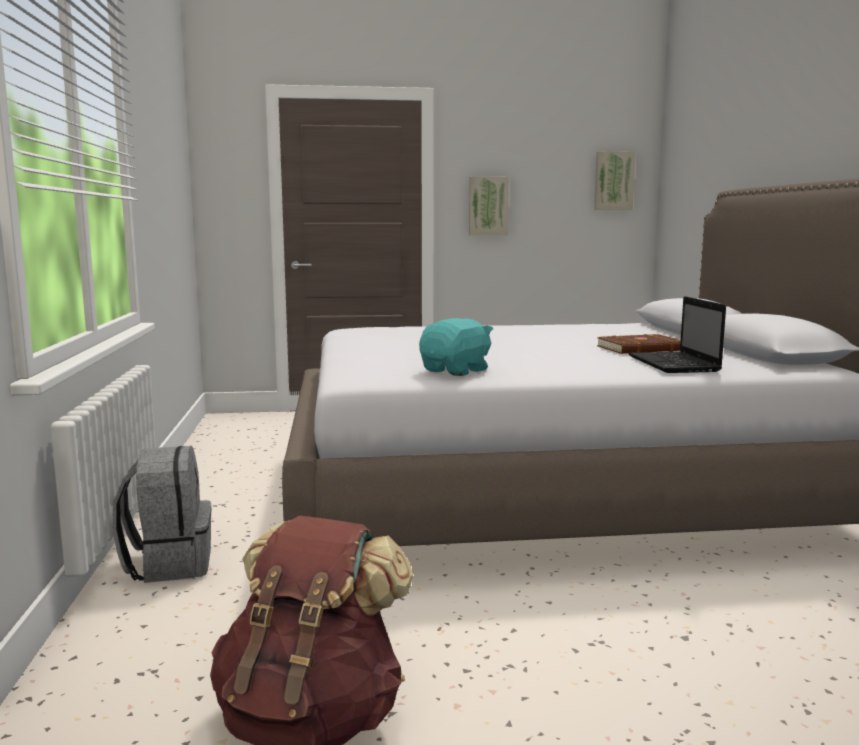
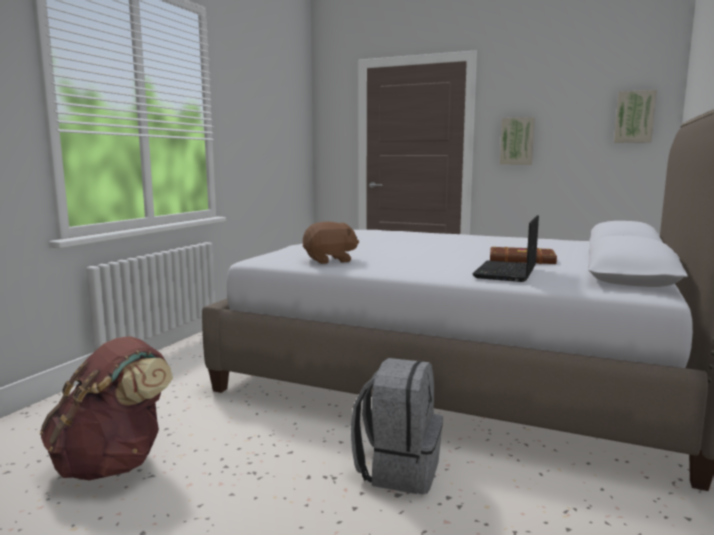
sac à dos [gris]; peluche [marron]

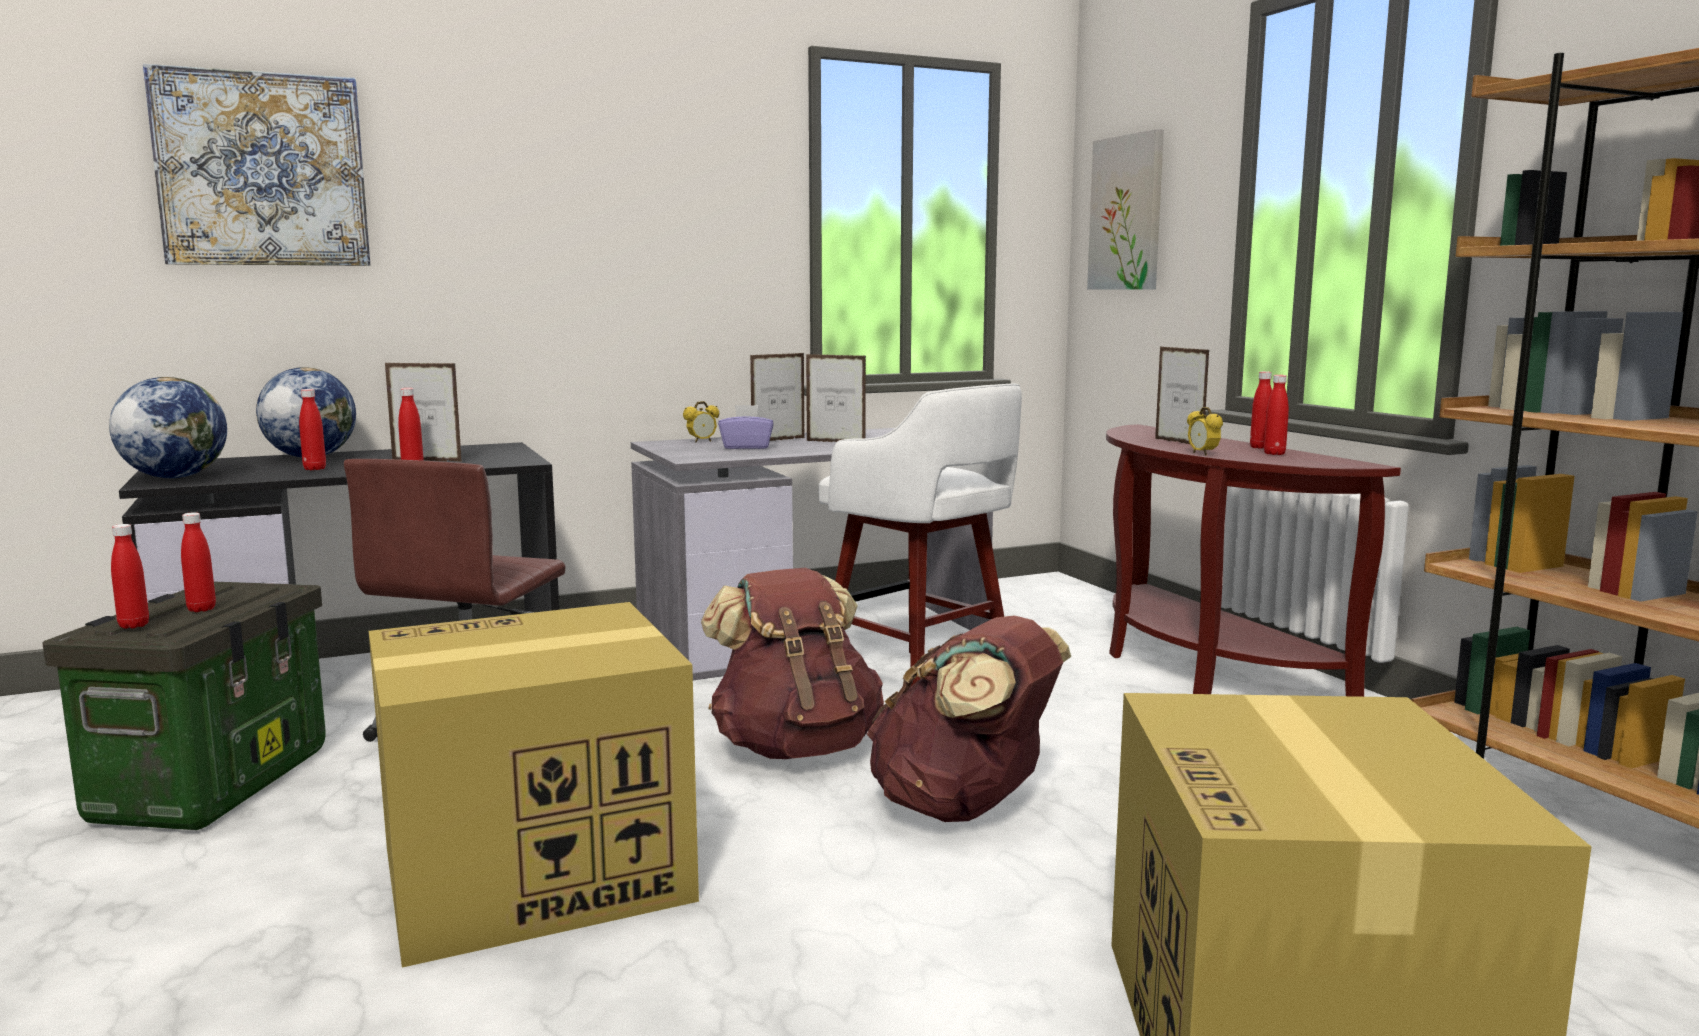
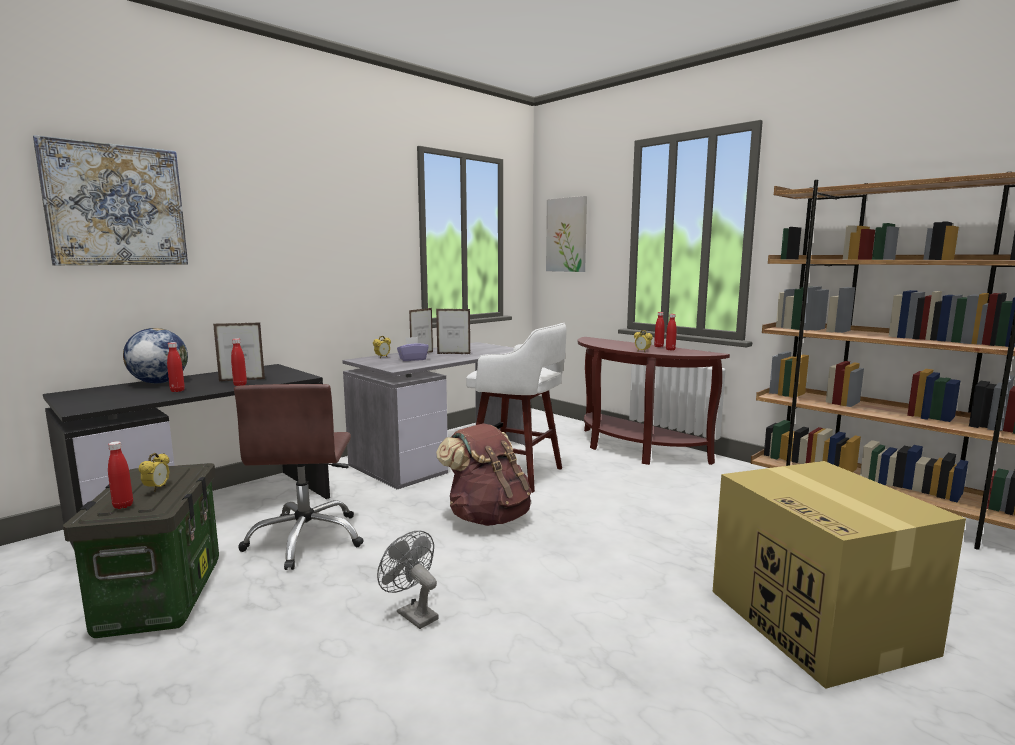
globe (1st from left in the first image); réveil (1st from left); ventilateur [gris]; sac à dos [marron] (2nd from left in the first image); cadre photo (4th from left in the first image)

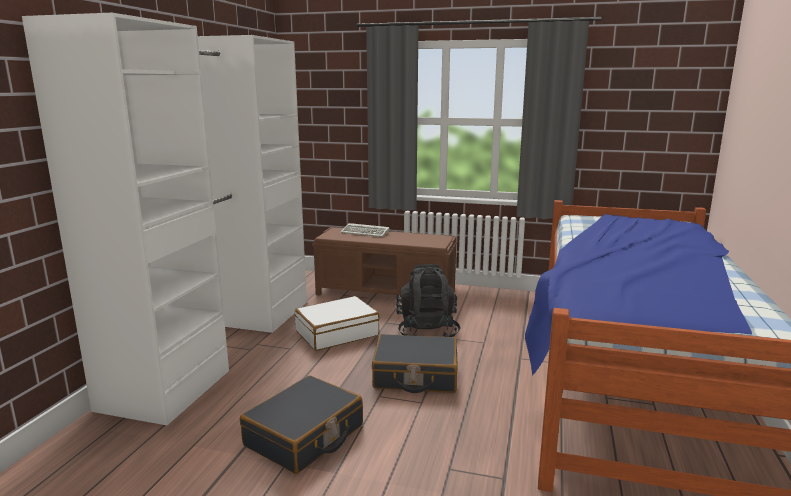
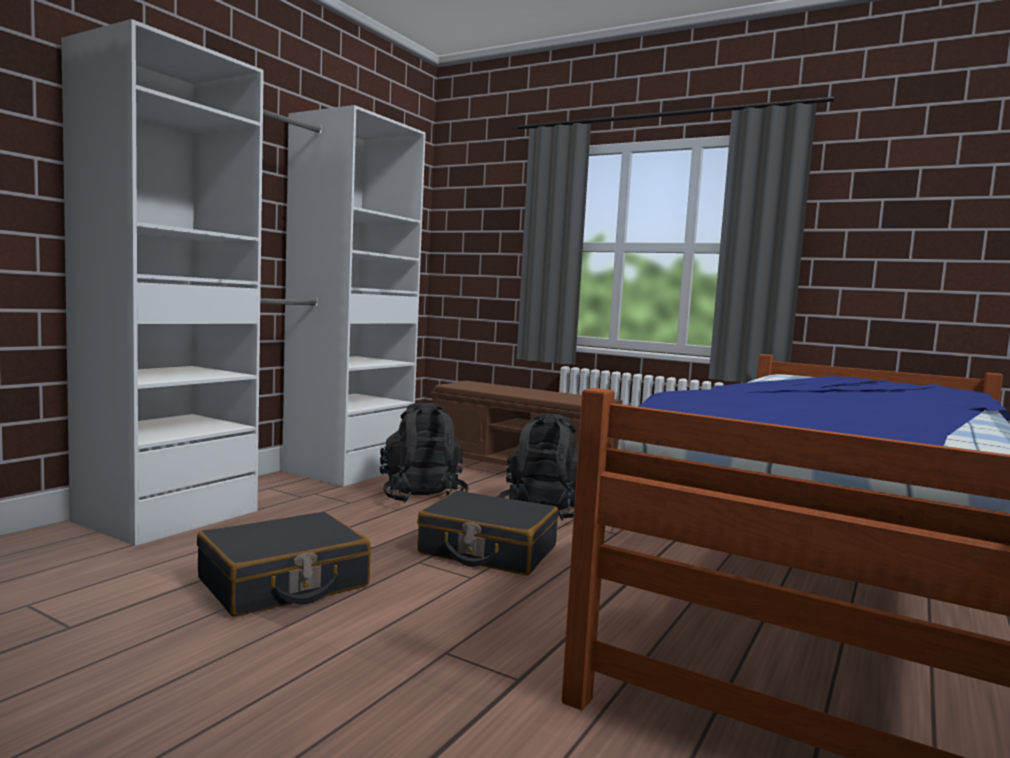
sac à dos [noir] (1st from left); clavier

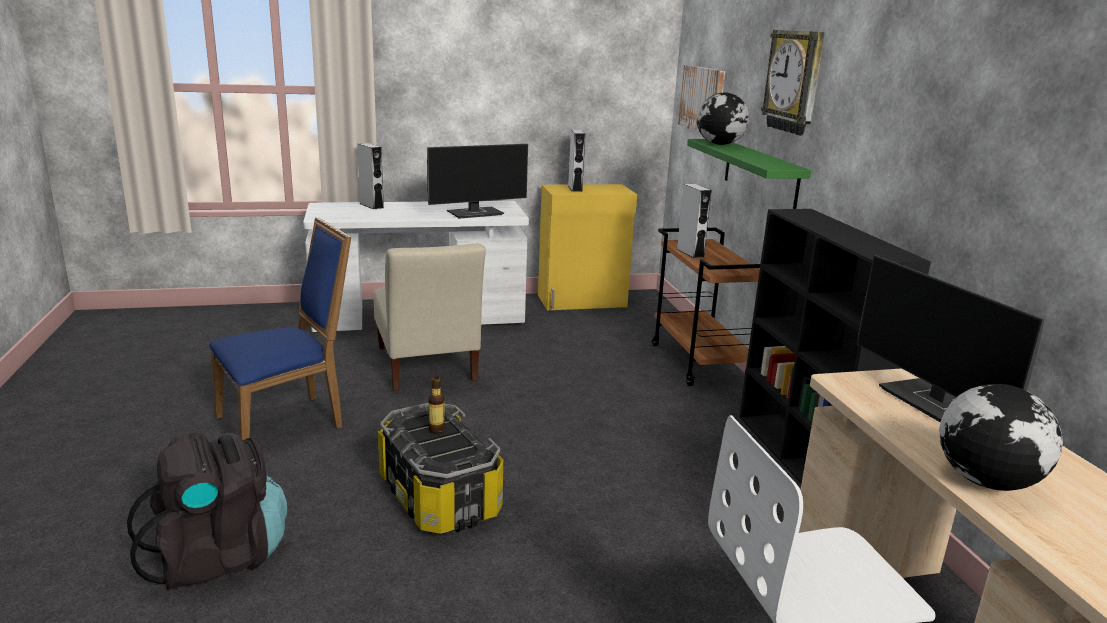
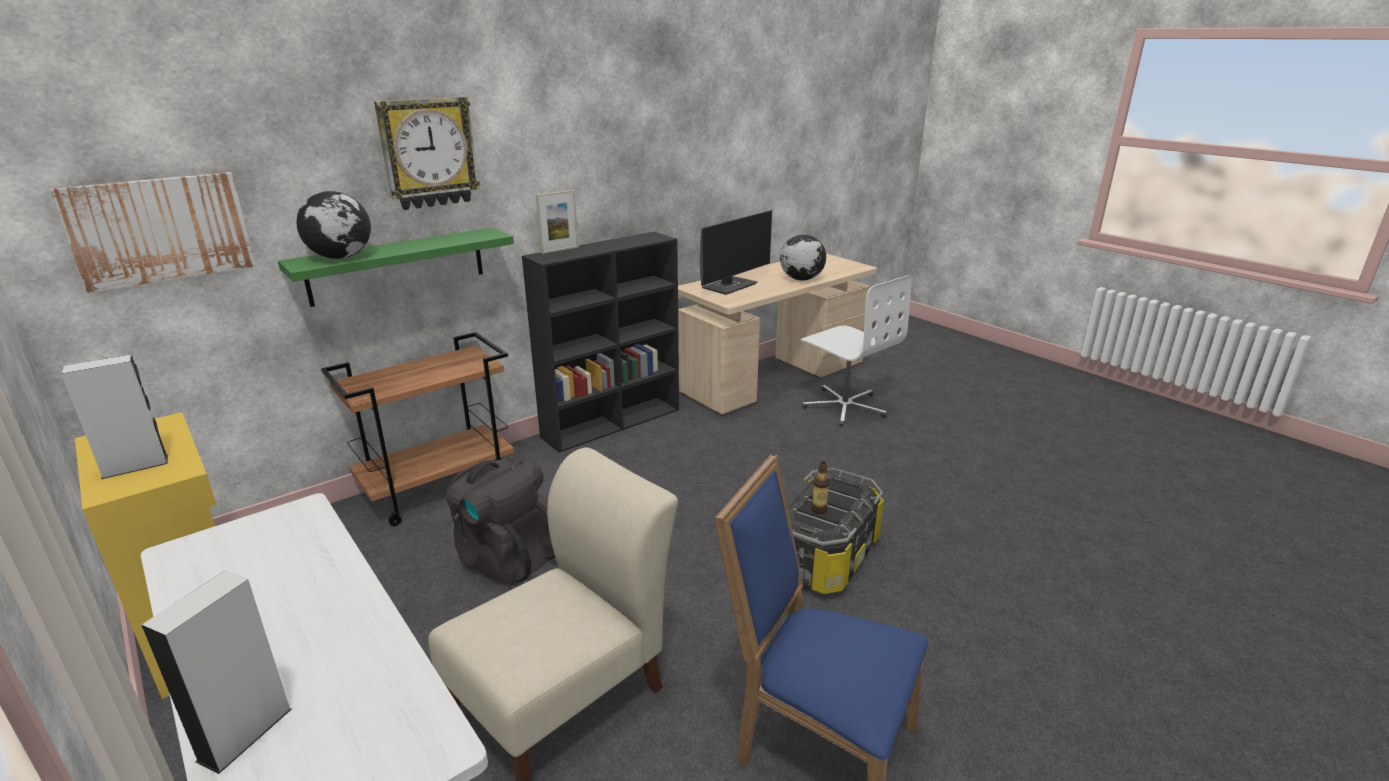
sac à dos [noir]; écran d'ordinateur (1st from left in the first image); enceinte [gris] (3rd from left in the first image); cadre photo

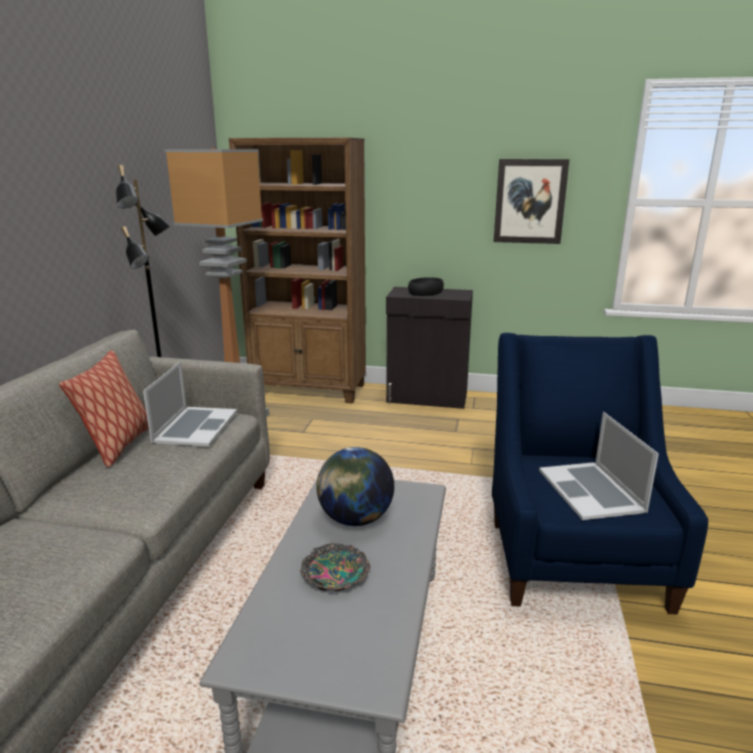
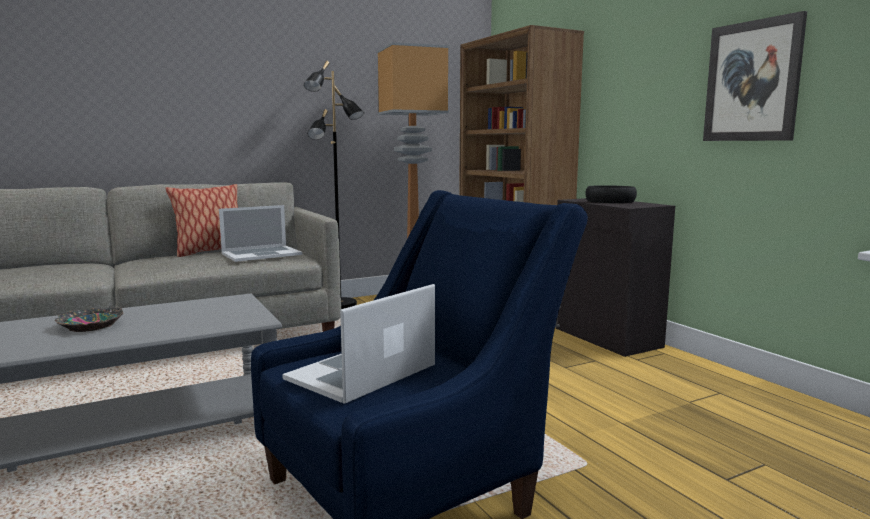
globe

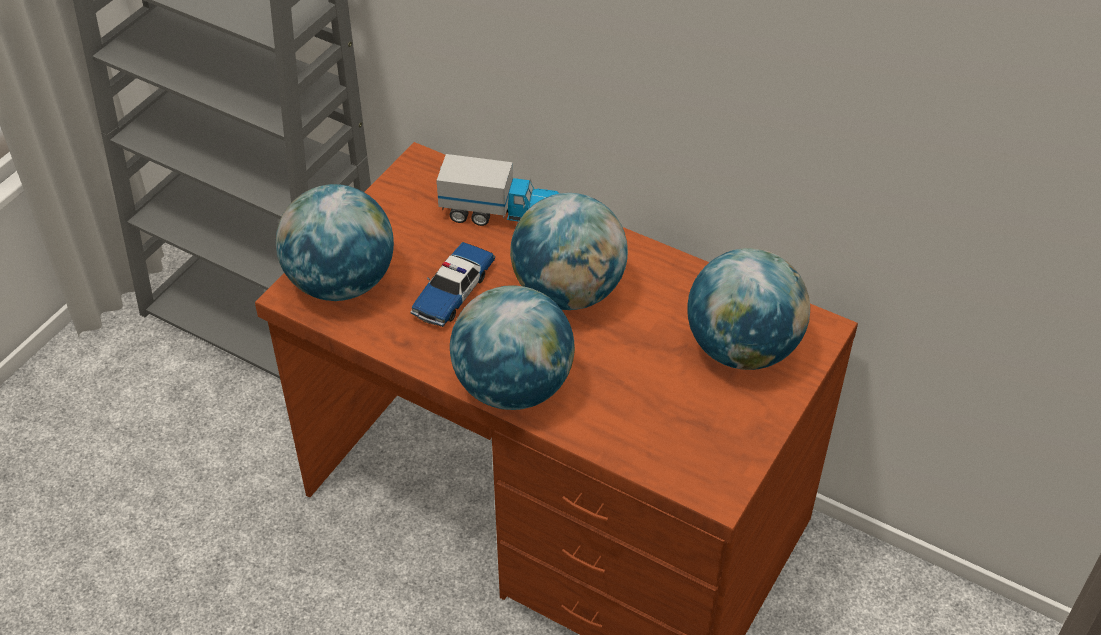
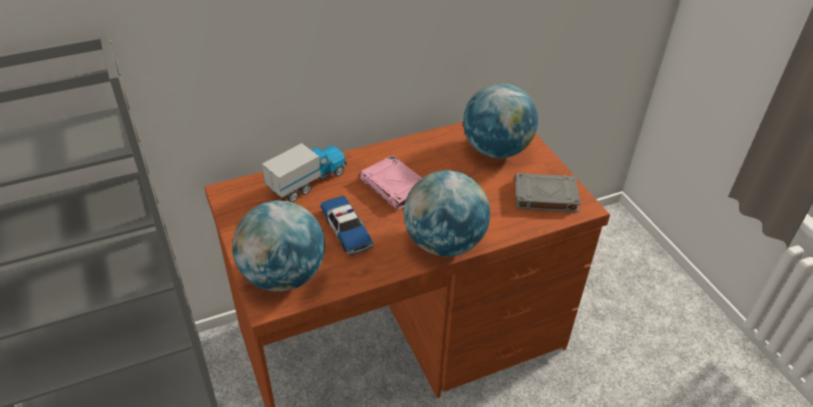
livre [rose]; livre [gris]

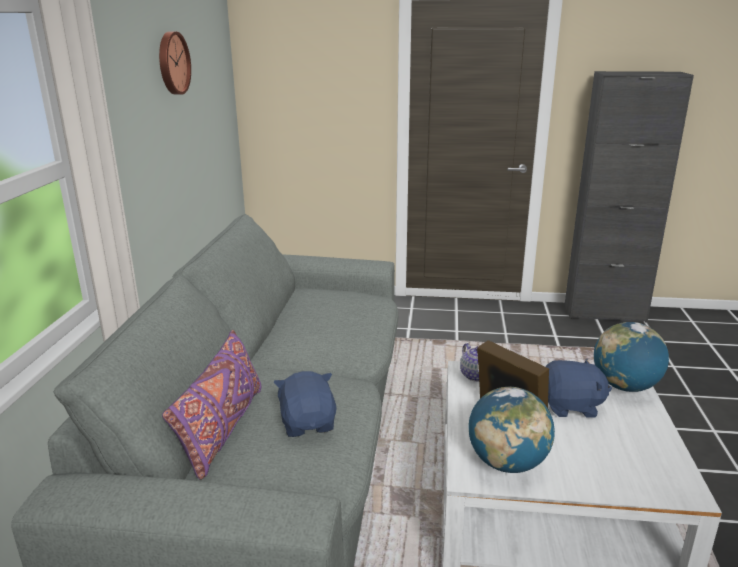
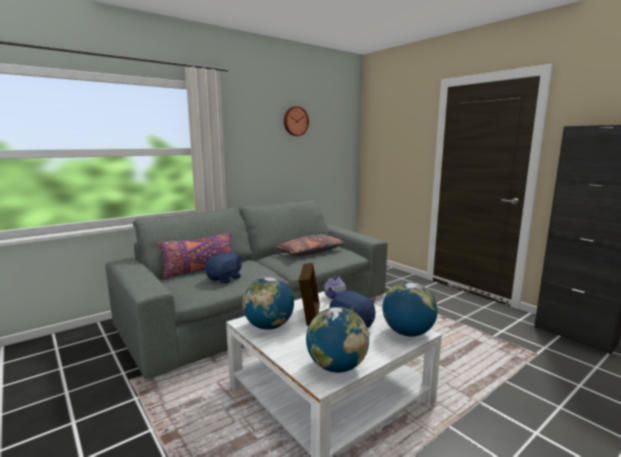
coussin [gris]; globe (2nd from left)

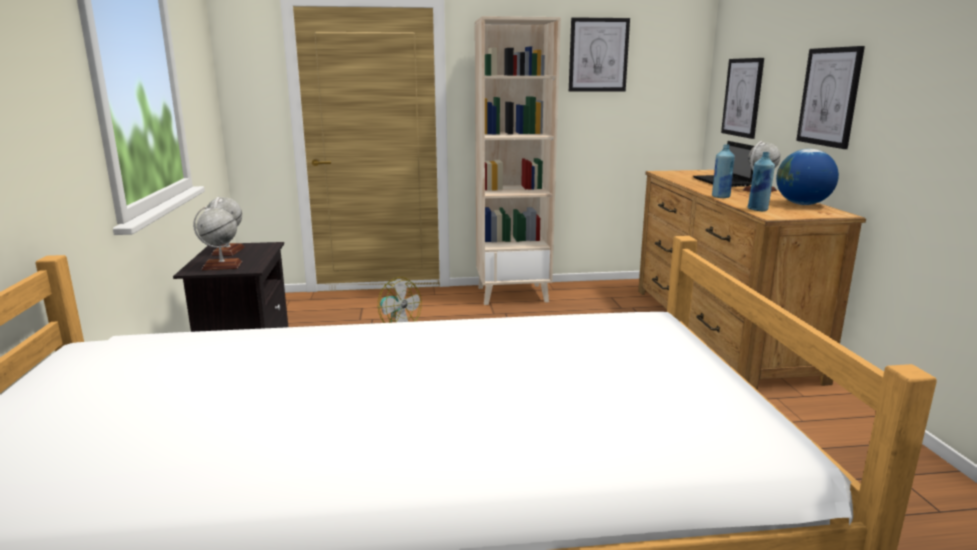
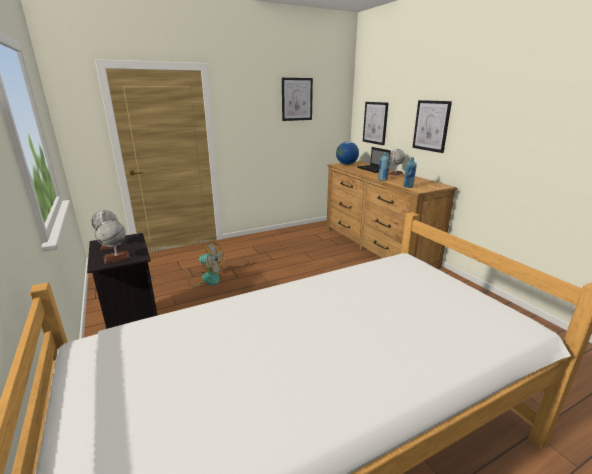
bibliothèque [beige]; globe (3rd from left)

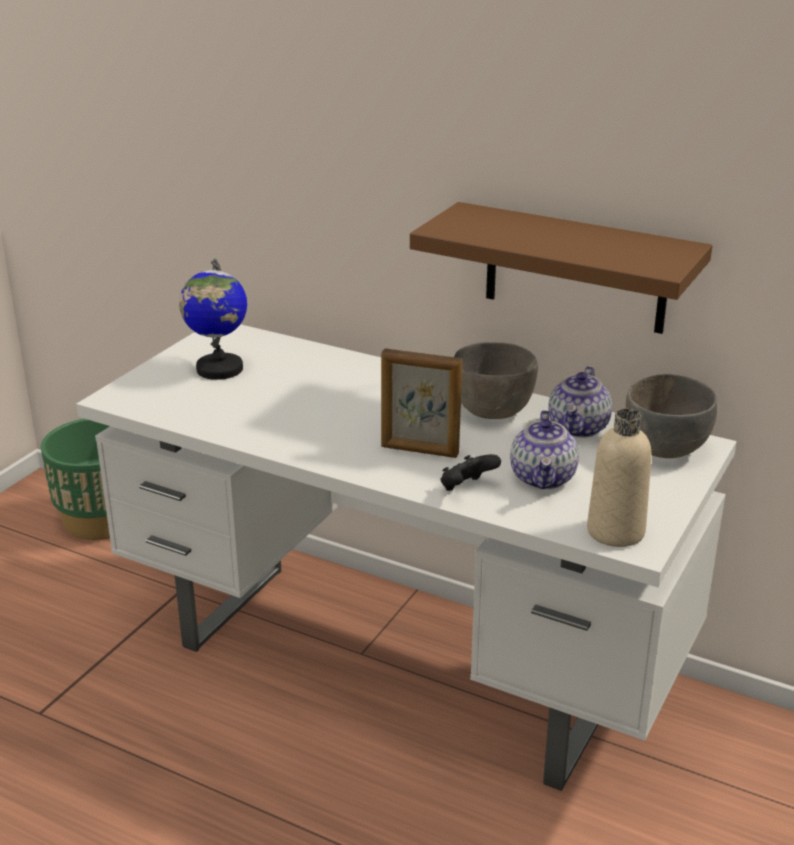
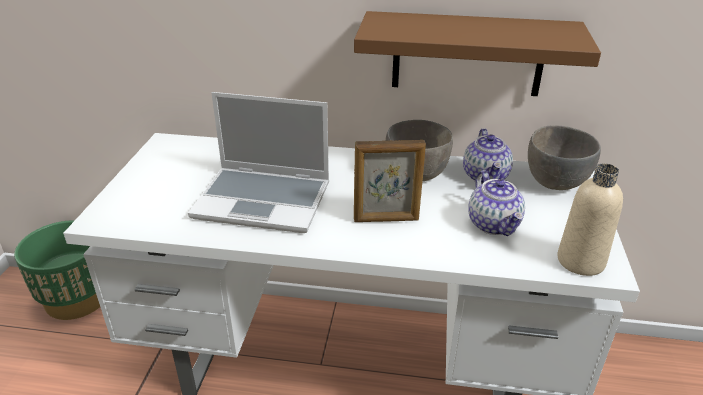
globe; manette [noir]; ordinateur portable

